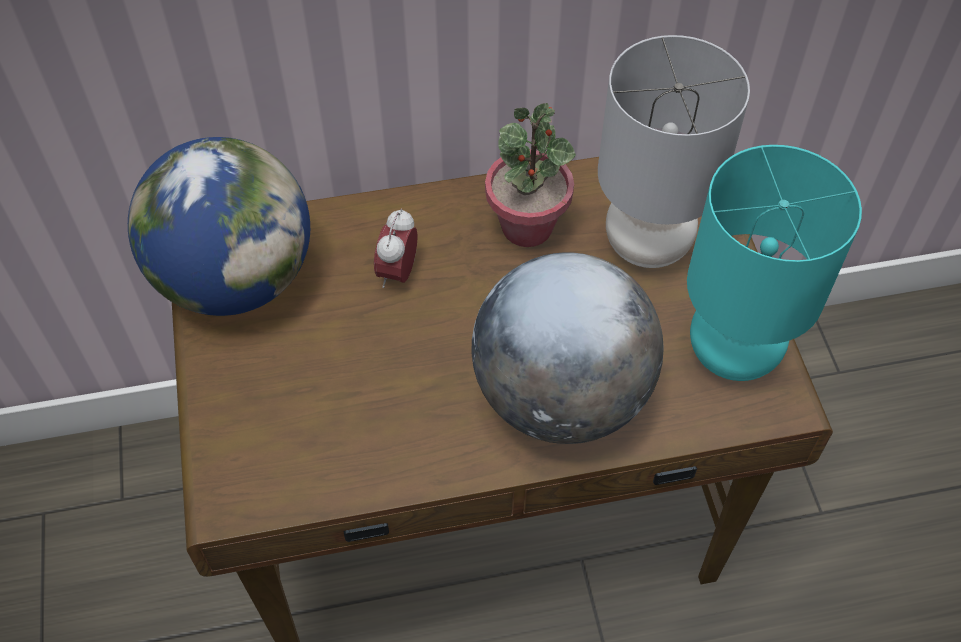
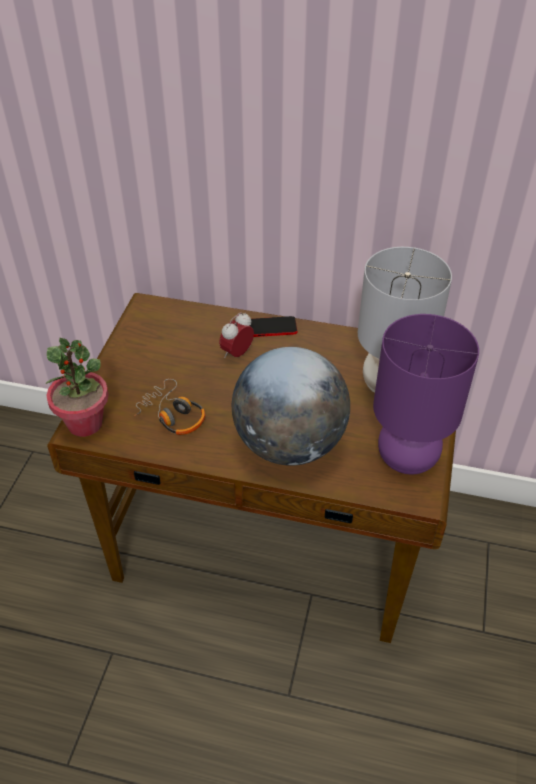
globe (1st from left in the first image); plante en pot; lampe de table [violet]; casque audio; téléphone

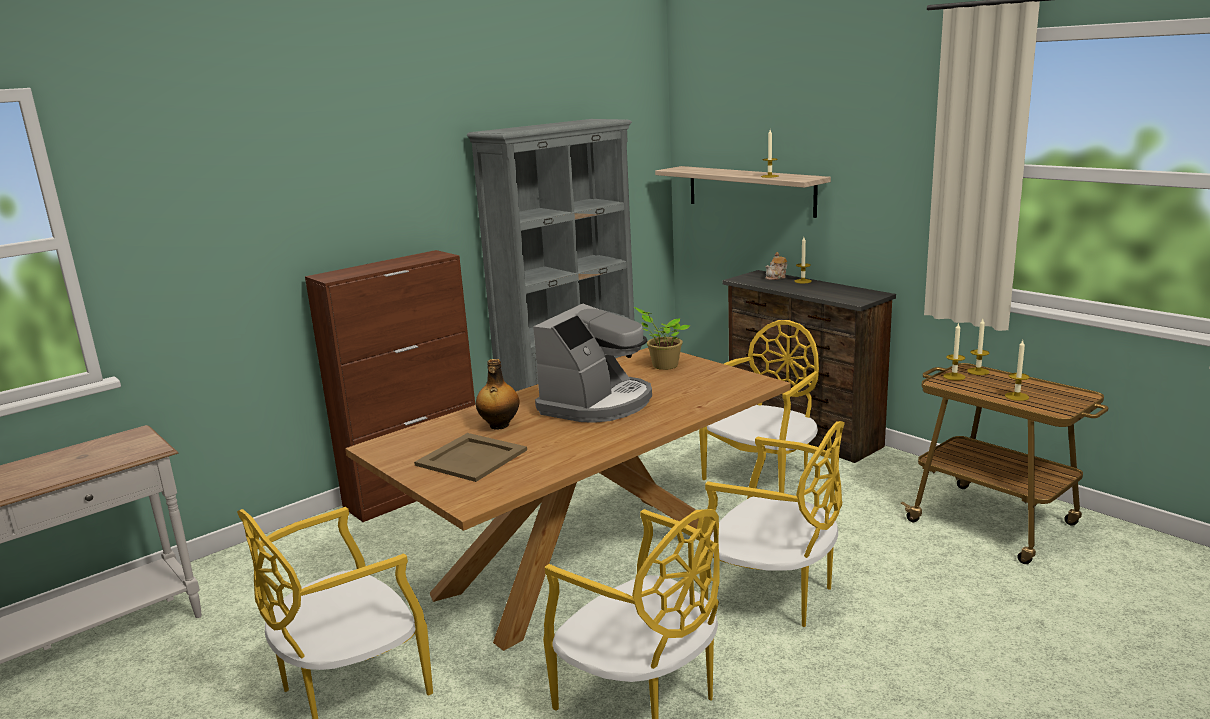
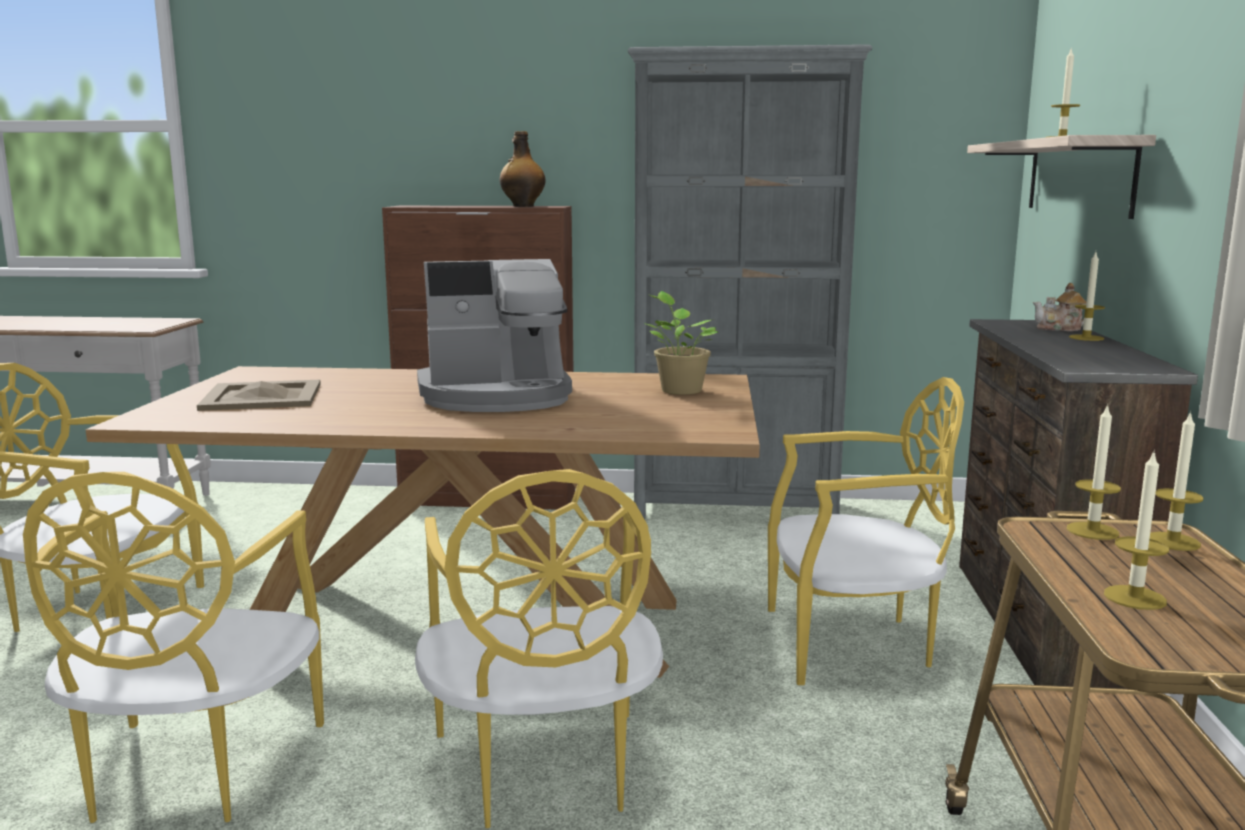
bouteille

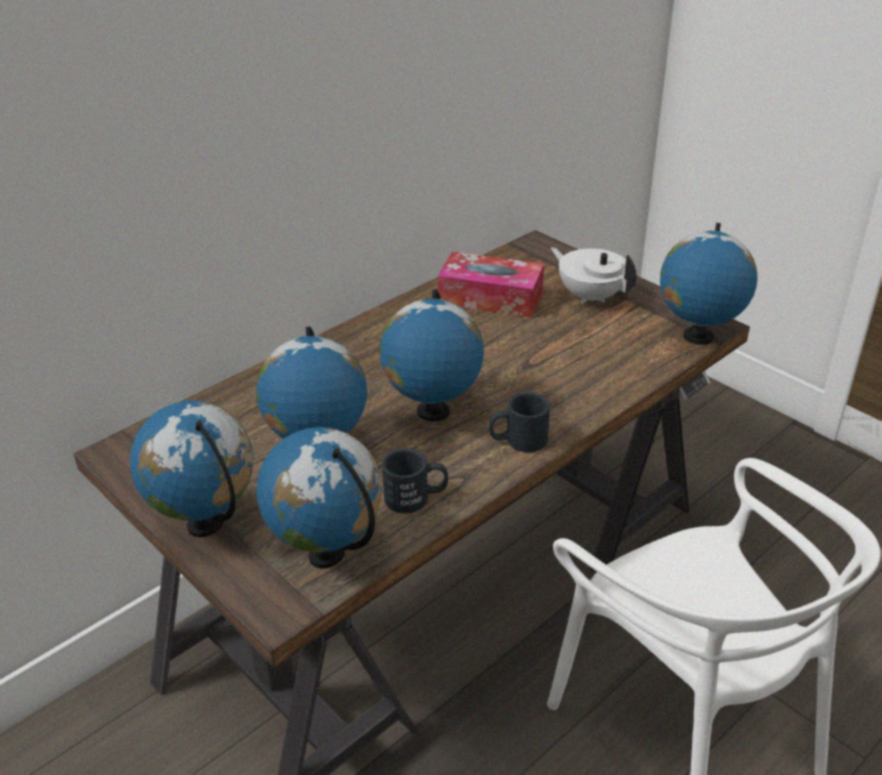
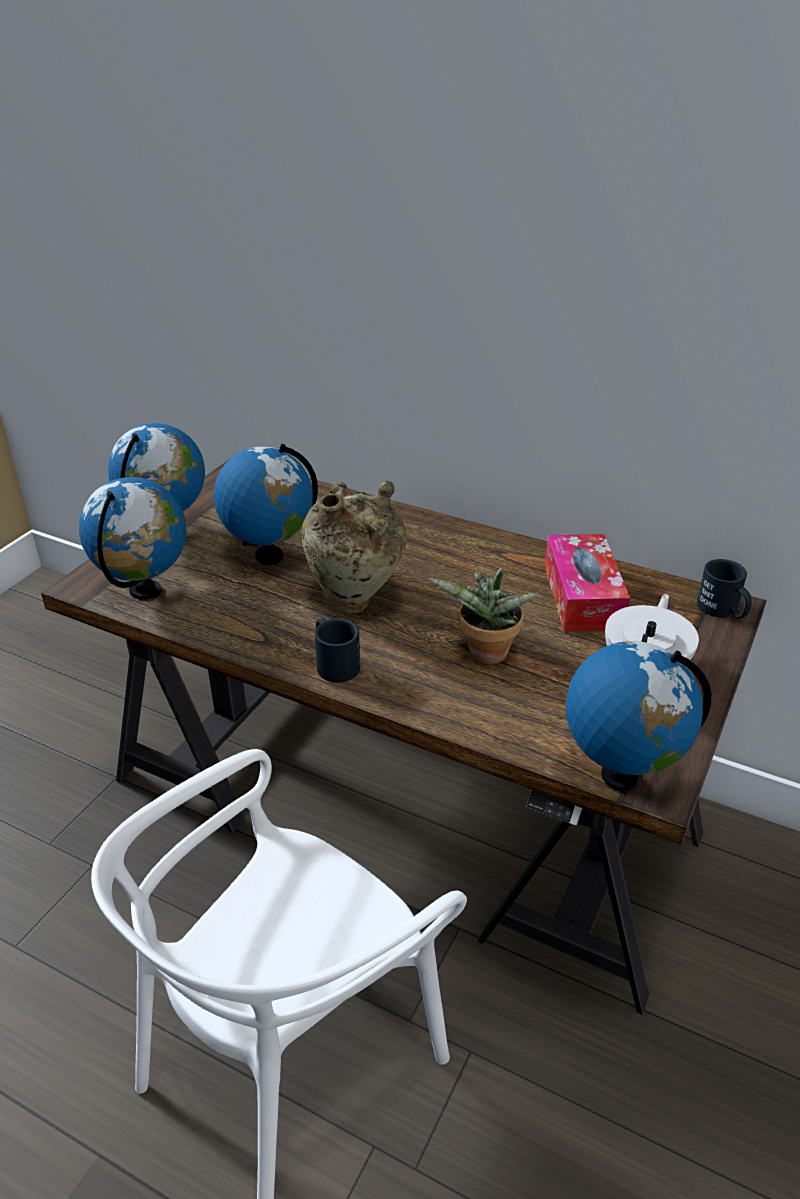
vase [beige]; mug [noir] (2nd from left); plante en pot

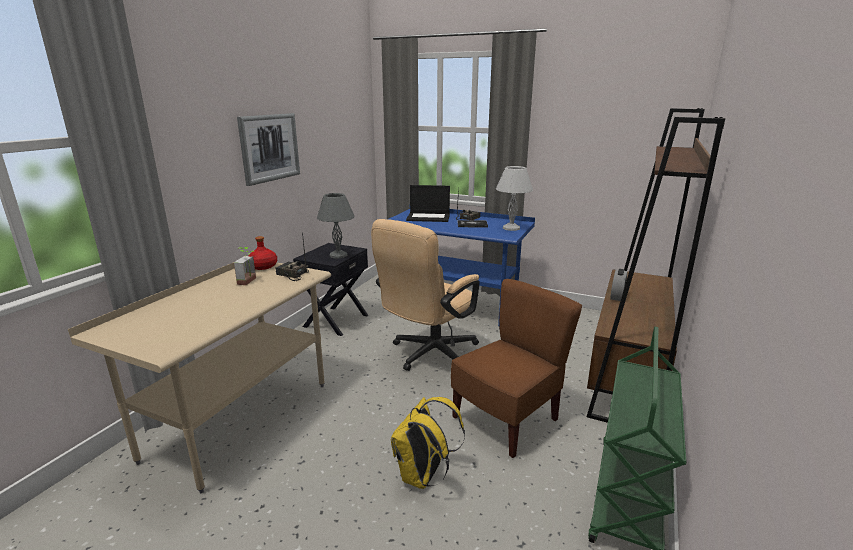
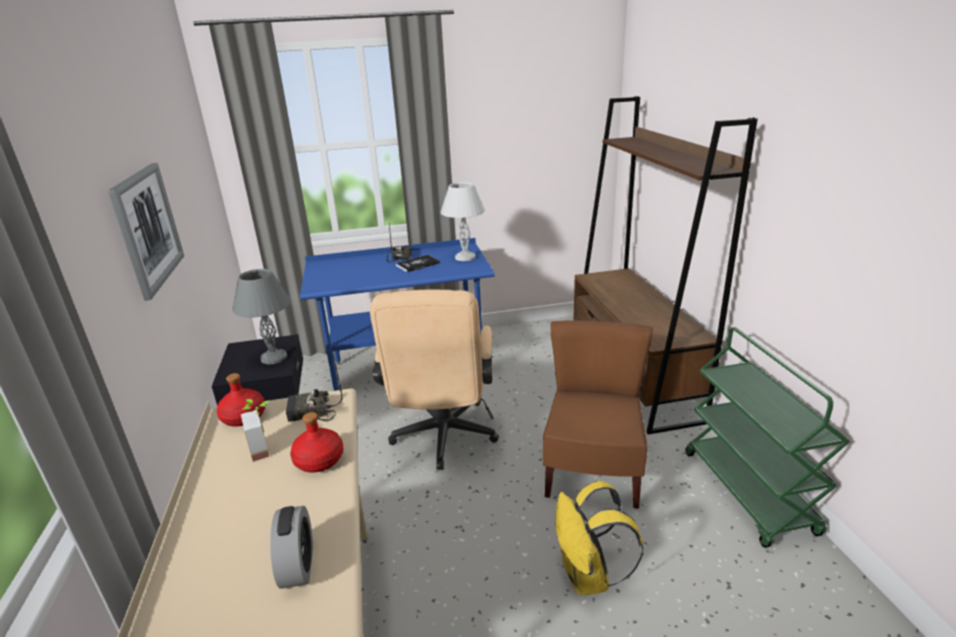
ordinateur portable; réveil; bouteille [rouge] (2nd from left)

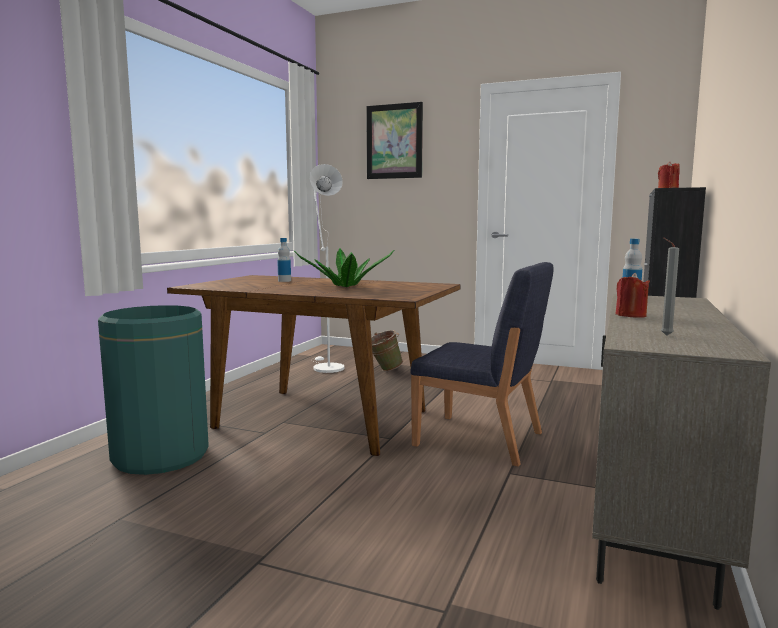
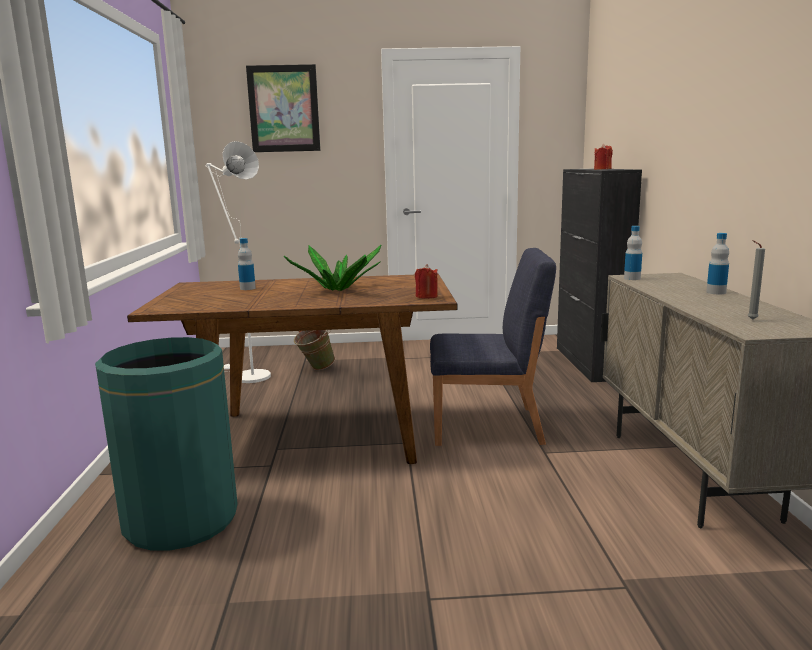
bougie [rouge] (1st from left); bouteille (3rd from left)

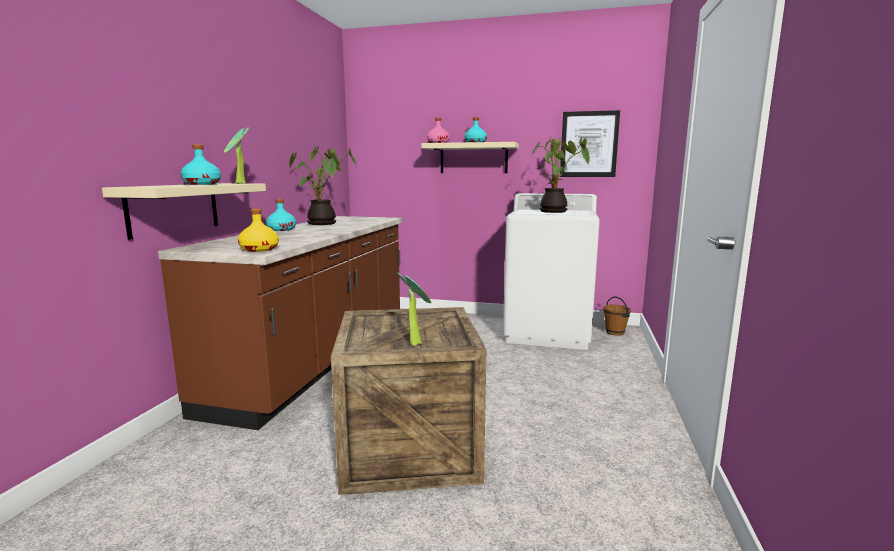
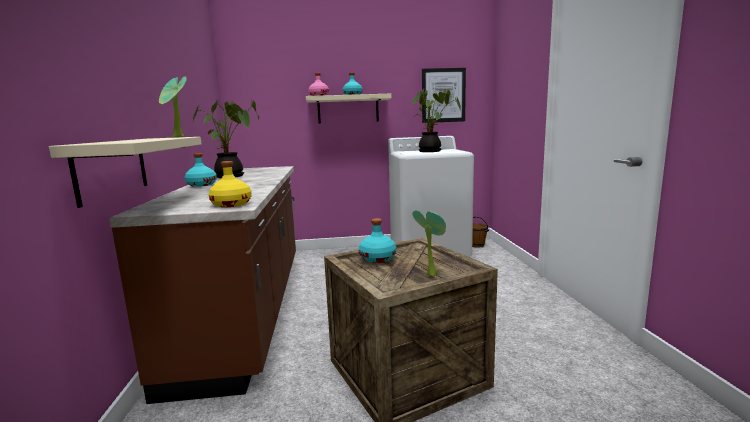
bouteille [turquoise] (3rd from left)

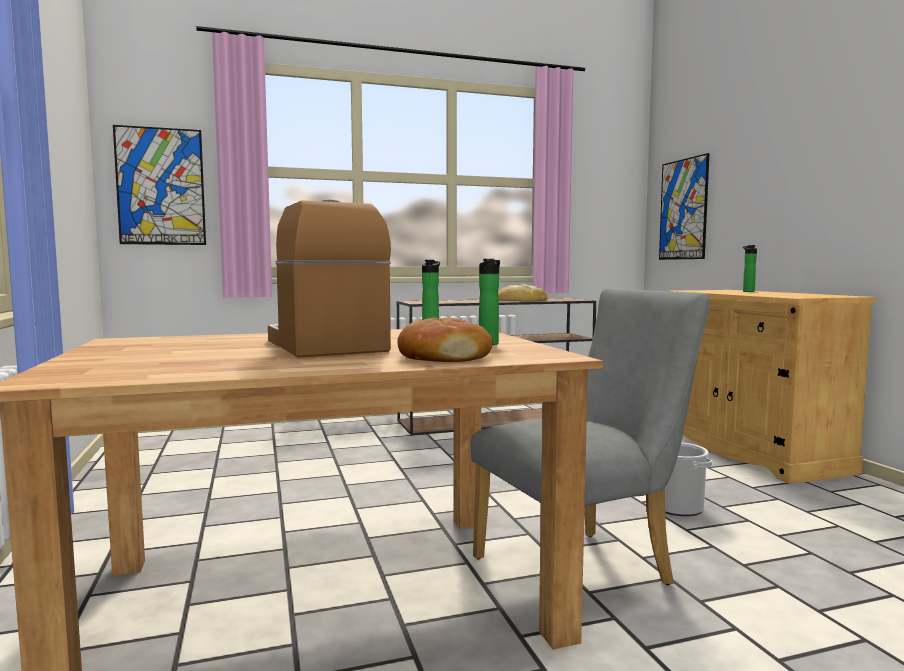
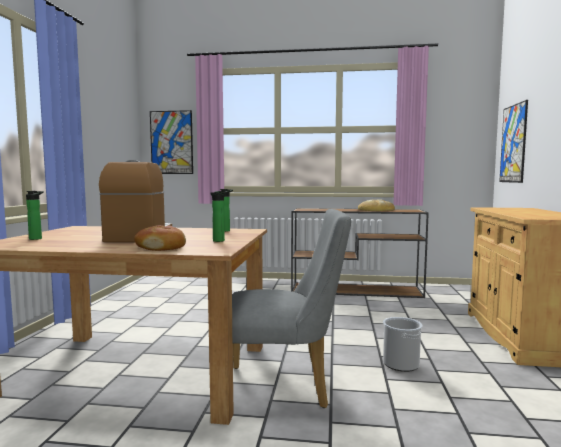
bouteille (1st from left)

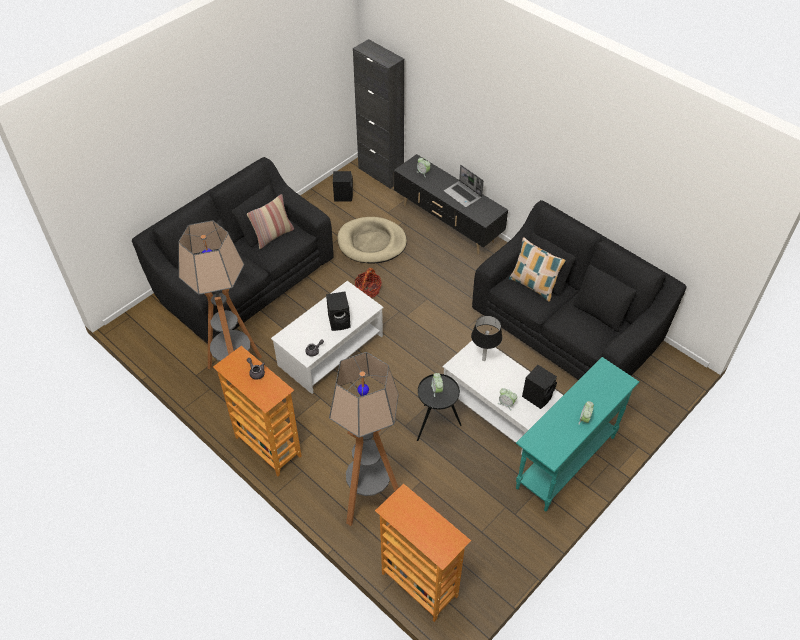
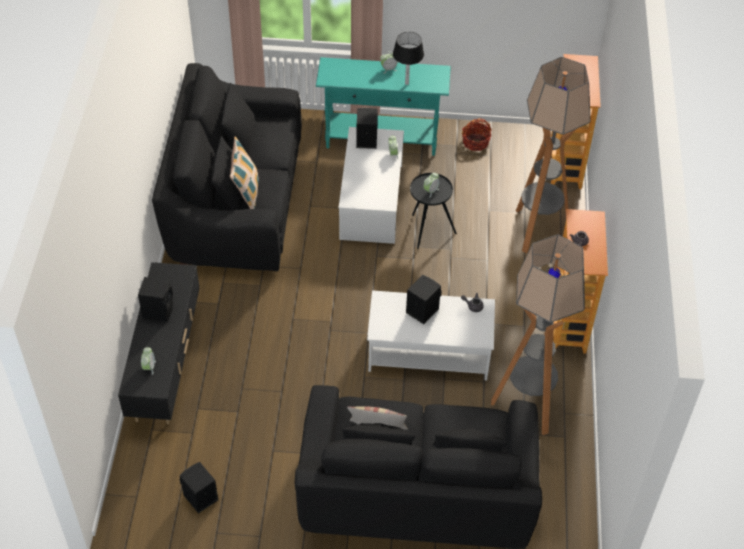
panier pour chien [beige]; meuble de rangement [noir]; panier; enceinte [noir] (1st from left); lampe de table [noir]

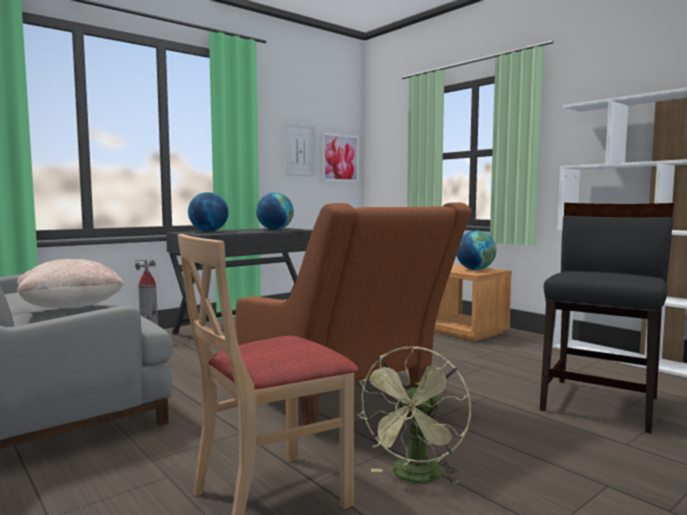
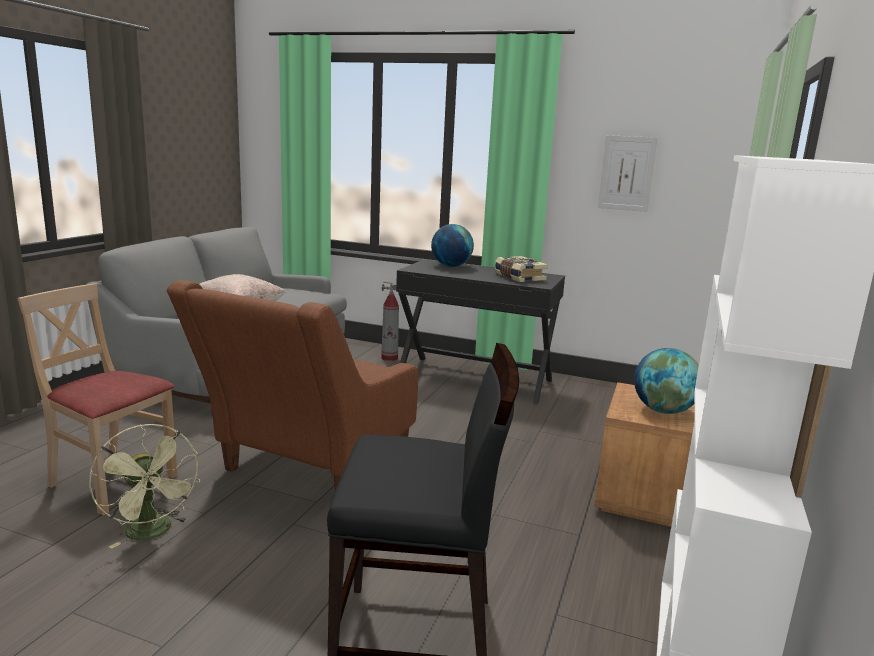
livre; tableau (2nd from left in the first image); ventilateur [vert]

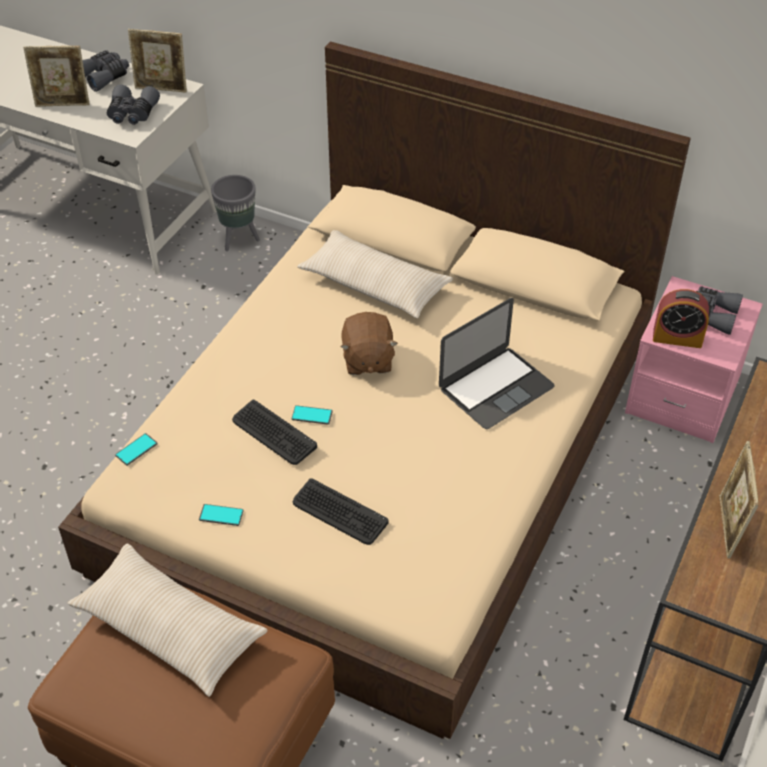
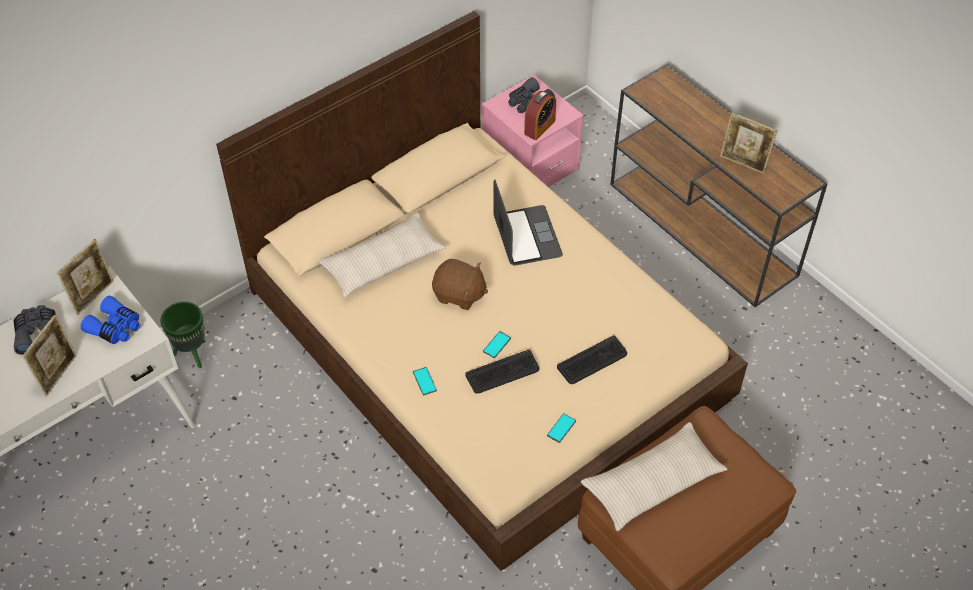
jumelles [bleu]; téléphone (1st from left); cache-pot [vert]

